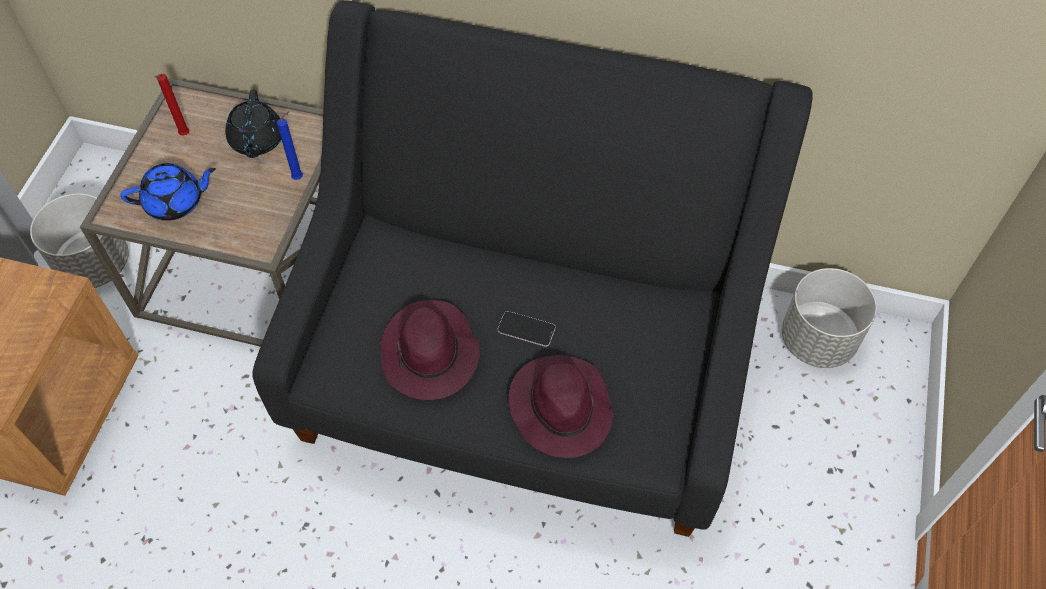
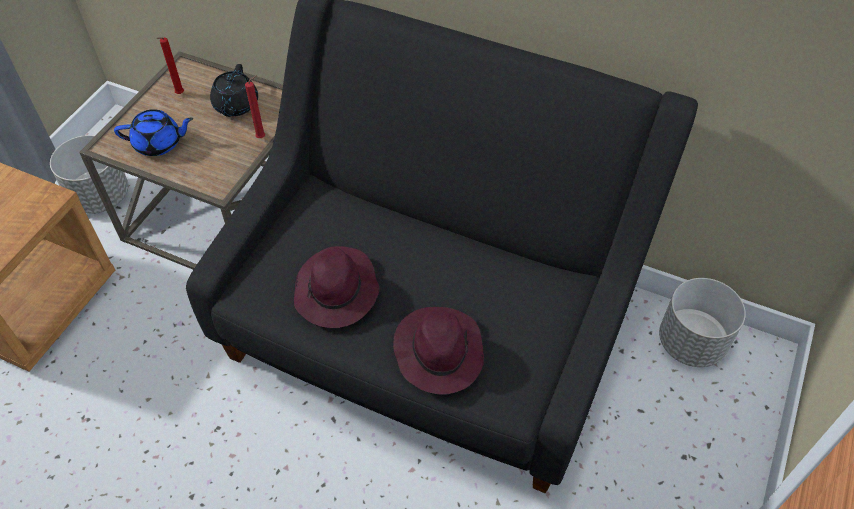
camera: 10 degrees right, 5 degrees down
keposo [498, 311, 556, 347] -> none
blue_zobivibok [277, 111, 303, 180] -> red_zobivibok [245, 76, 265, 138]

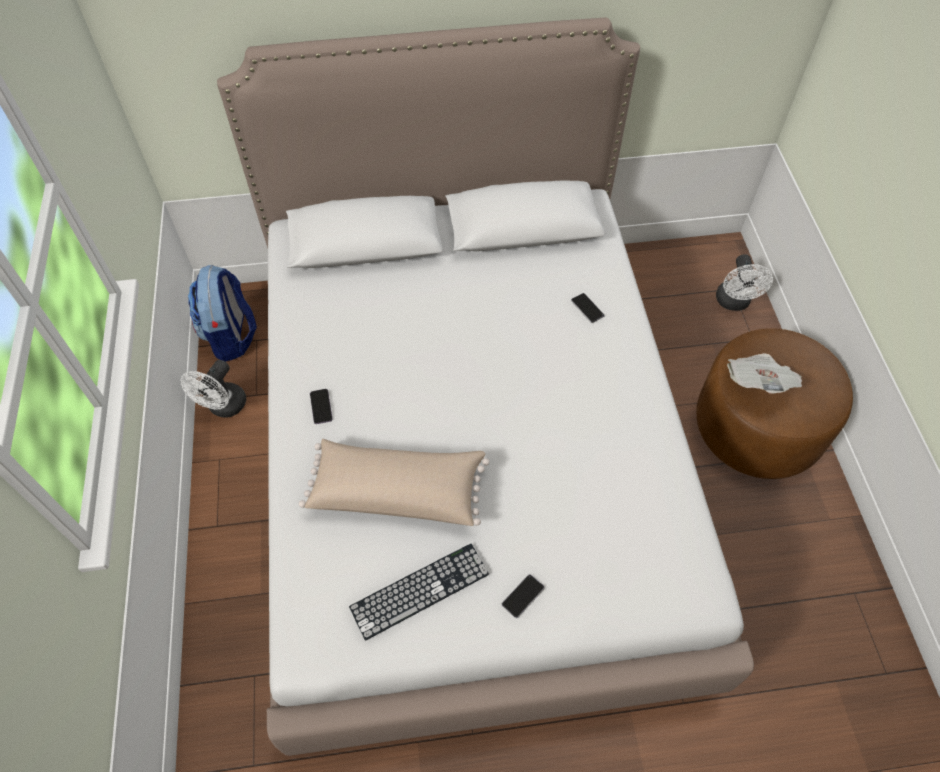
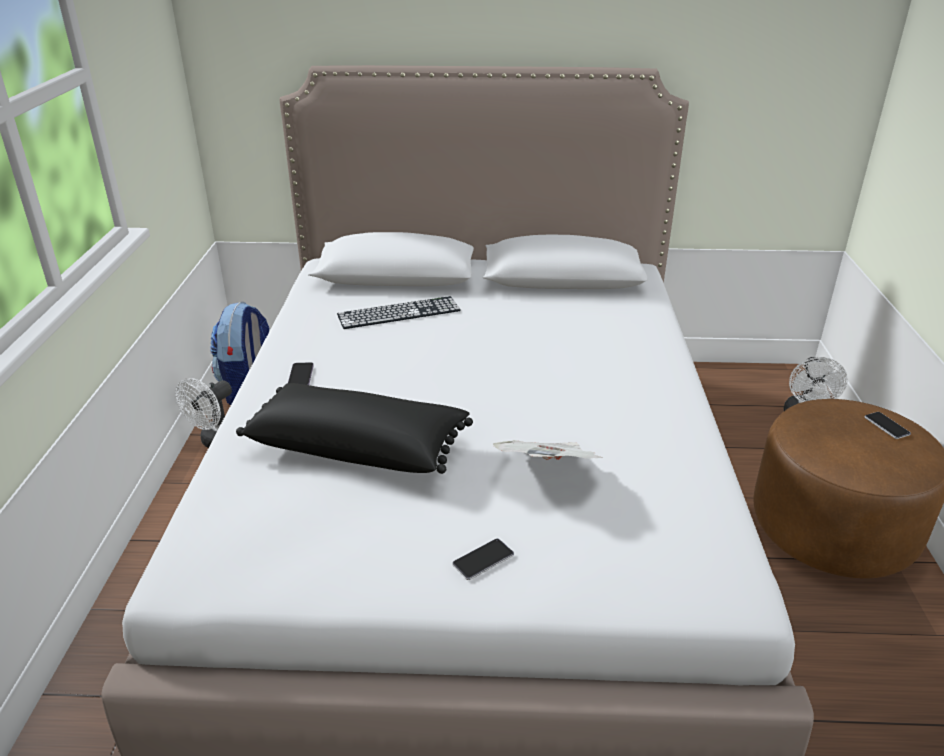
camera: 10 degrees right, 25 degrees down
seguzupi [349, 544, 489, 641] -> seguzupi [337, 296, 461, 329], moved
keposo [571, 293, 605, 323] -> keposo [865, 412, 911, 439], moved
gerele [727, 353, 802, 393] -> gerele [493, 440, 602, 460], moved
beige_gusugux [299, 439, 490, 526] -> black_gusugux [236, 383, 473, 474]

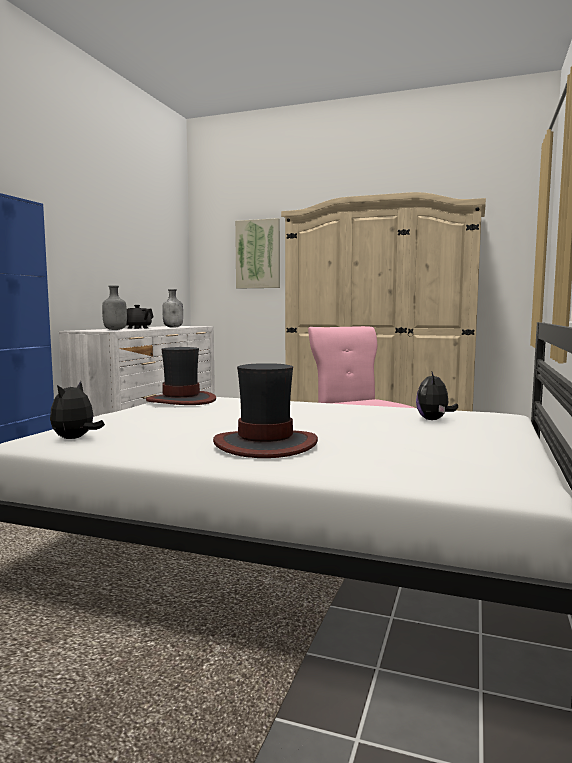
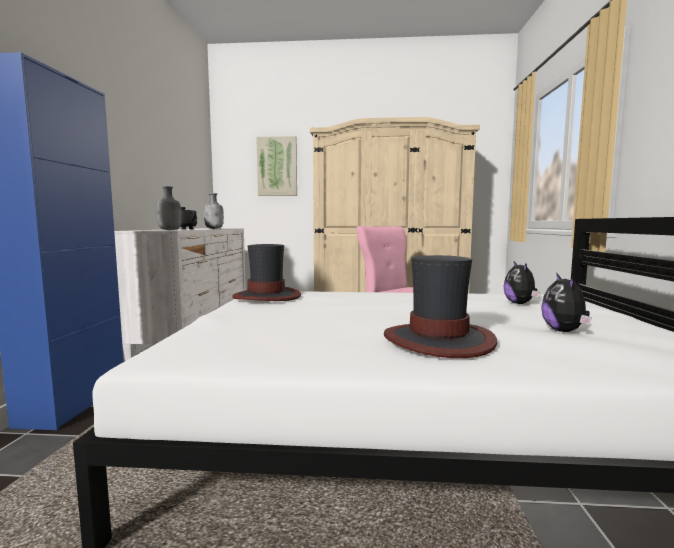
camera: 15 degrees left, 0 degrees up
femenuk [50, 381, 105, 439] -> femenuk [541, 272, 592, 332], moved

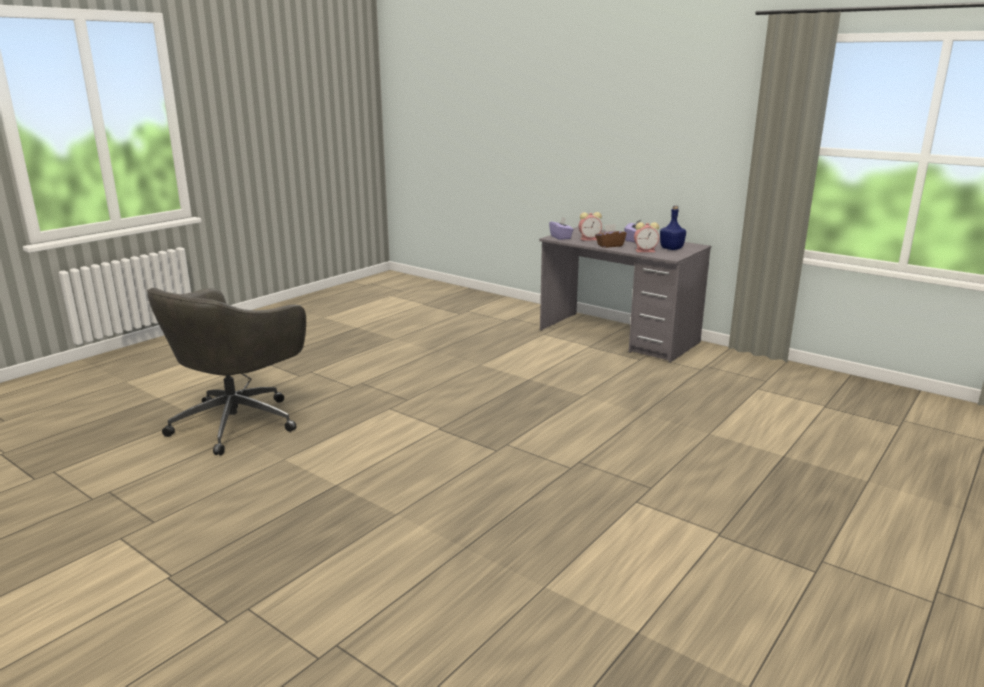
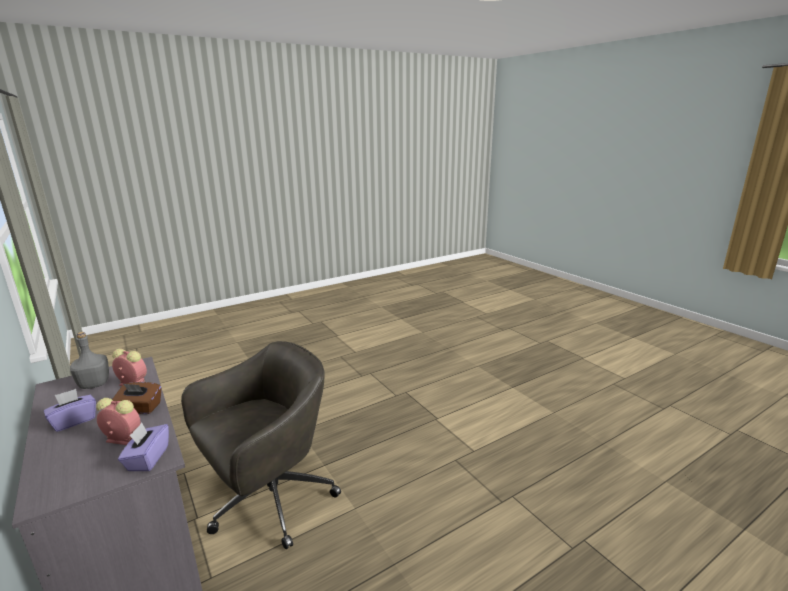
camera: 160 degrees left, 0 degrees up
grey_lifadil [147, 288, 306, 455] -> grey_lifadil [181, 341, 341, 549], moved
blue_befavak [660, 205, 686, 250] -> grey_befavak [70, 332, 109, 389]

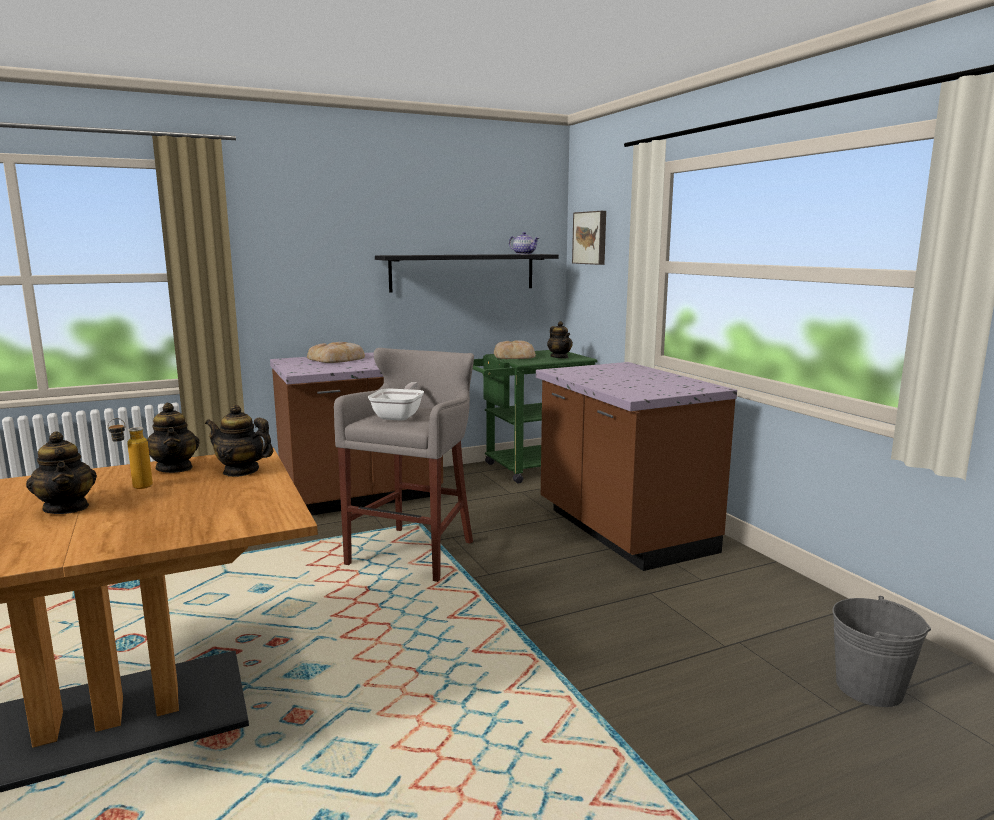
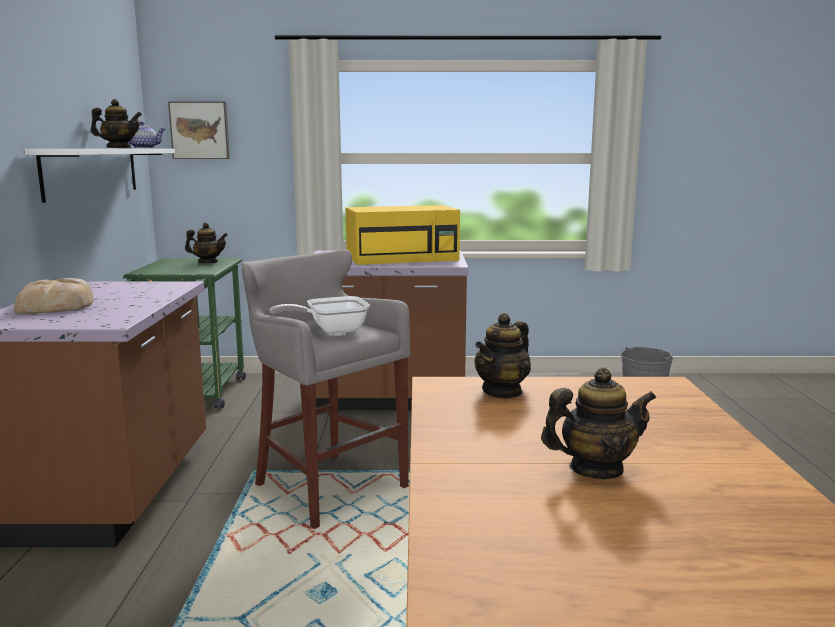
camera: 65 degrees left, 0 degrees up
befavak [107, 418, 153, 489] -> none
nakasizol [494, 340, 536, 359] -> none
none -> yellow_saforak [346, 205, 460, 265]
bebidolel [147, 403, 200, 473] -> bebidolel [91, 99, 142, 148], moved
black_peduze [375, 254, 559, 292] -> white_peduze [24, 149, 175, 203]
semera [368, 382, 424, 421] -> semera [270, 296, 370, 334], 60 degrees counterclockwise

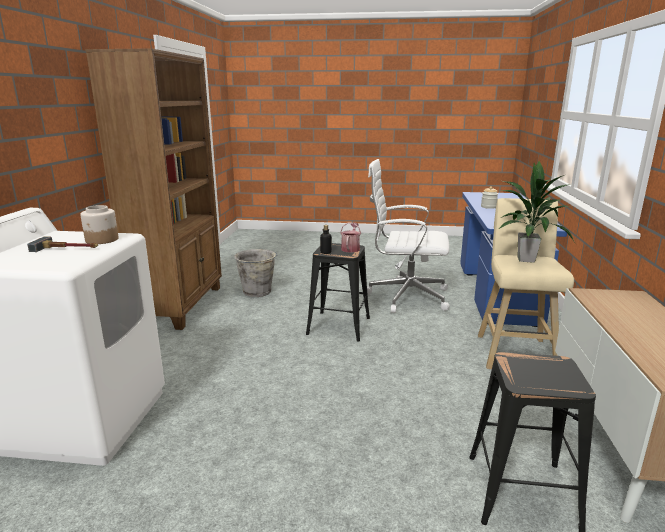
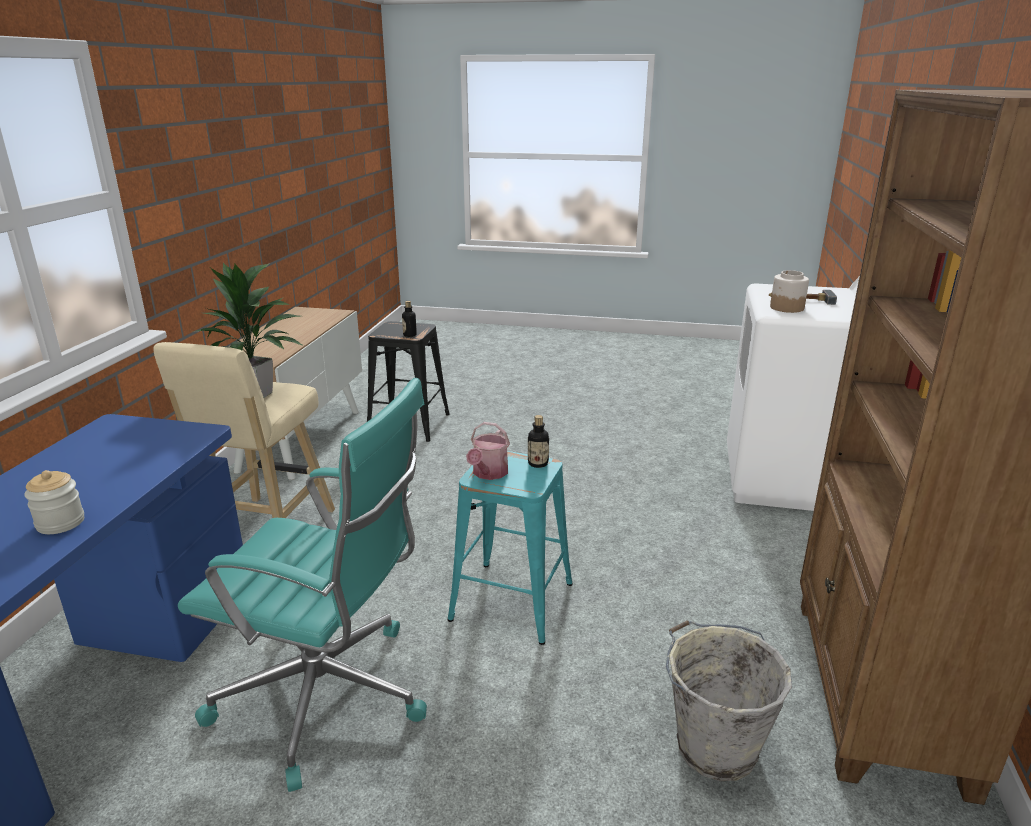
camera: 175 degrees left, 5 degrees up
none -> befavak [402, 301, 417, 337]
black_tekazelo [306, 243, 370, 341] -> turquoise_tekazelo [448, 451, 572, 645]
white_lifadil [367, 159, 450, 313] -> turquoise_lifadil [178, 378, 427, 792]

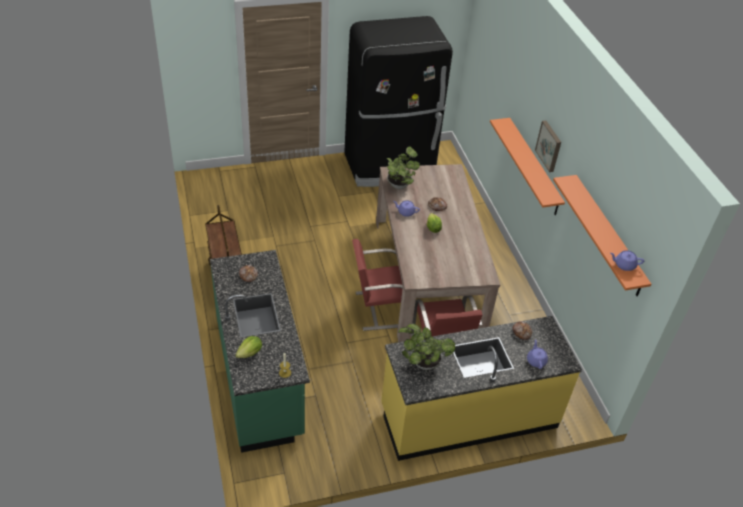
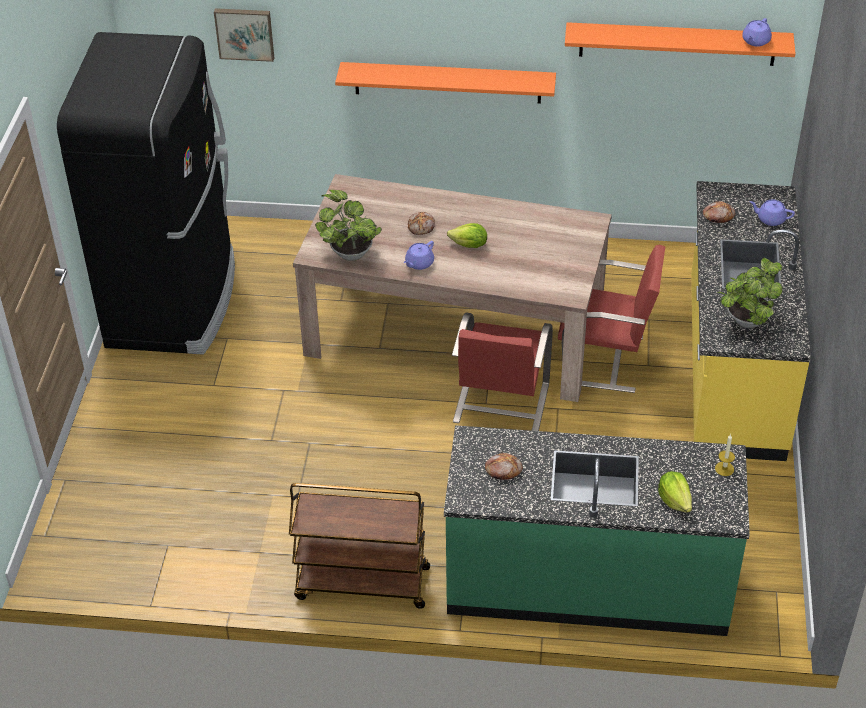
camera: 65 degrees left, 0 degrees up
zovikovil [535, 120, 561, 172] -> zovikovil [214, 8, 274, 62], moved

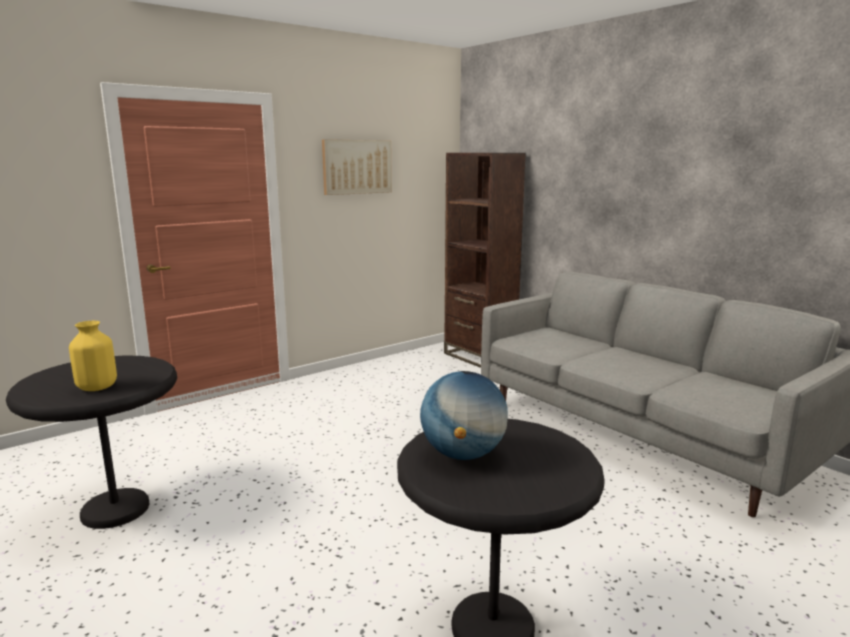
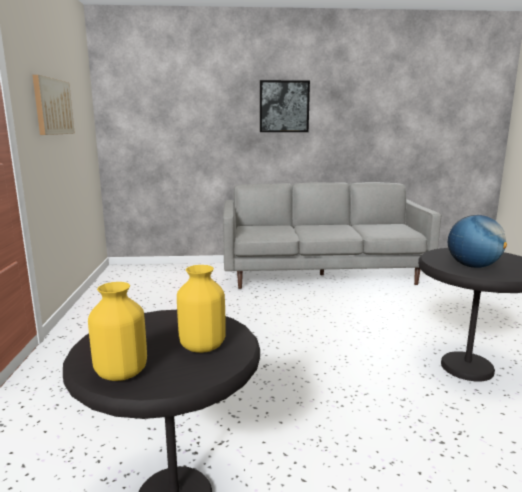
camera: 55 degrees left, 0 degrees up
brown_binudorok [444, 153, 526, 368] -> none
none -> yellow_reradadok [88, 282, 147, 381]
none -> zovikovil [260, 80, 310, 132]

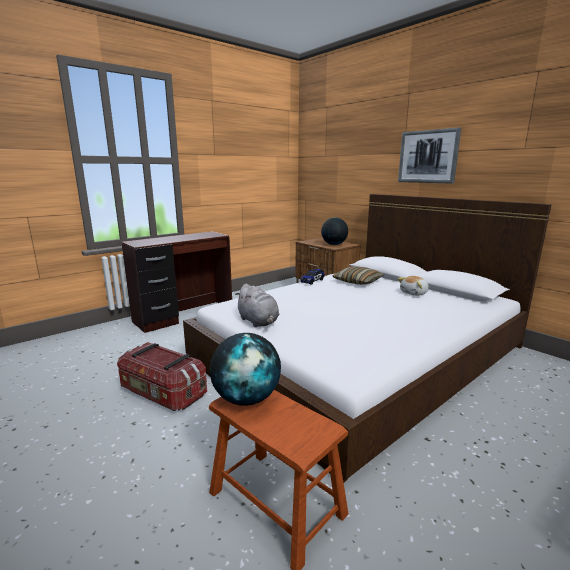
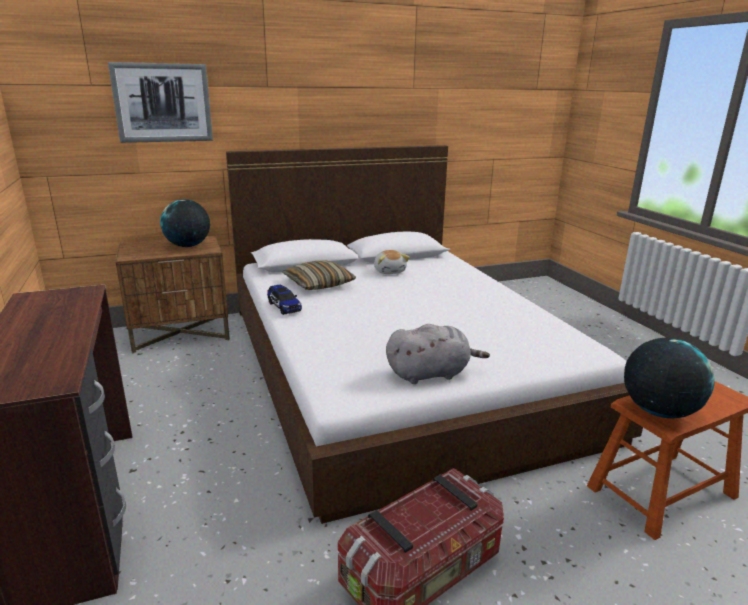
camera: 70 degrees left, 5 degrees up
zovikovil [398, 127, 461, 184] -> zovikovil [108, 62, 213, 143], moved

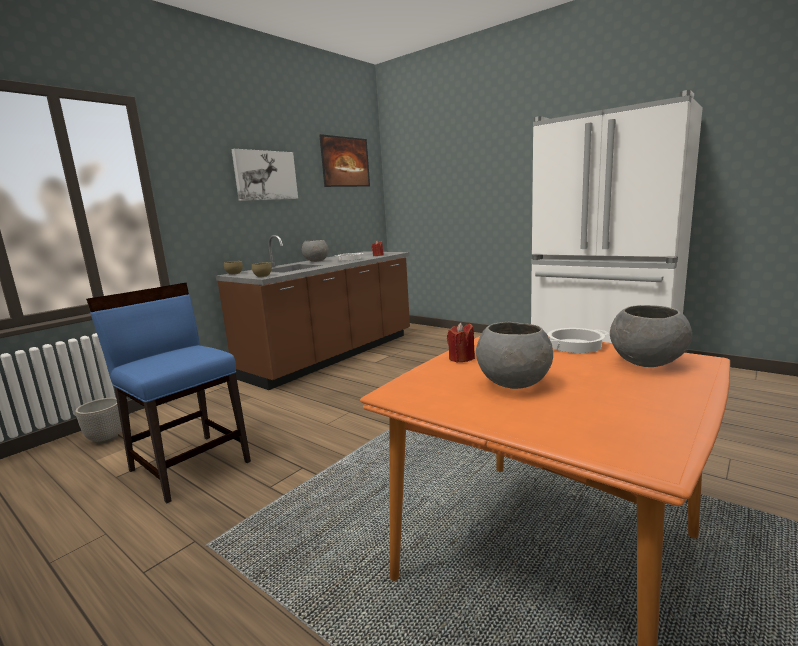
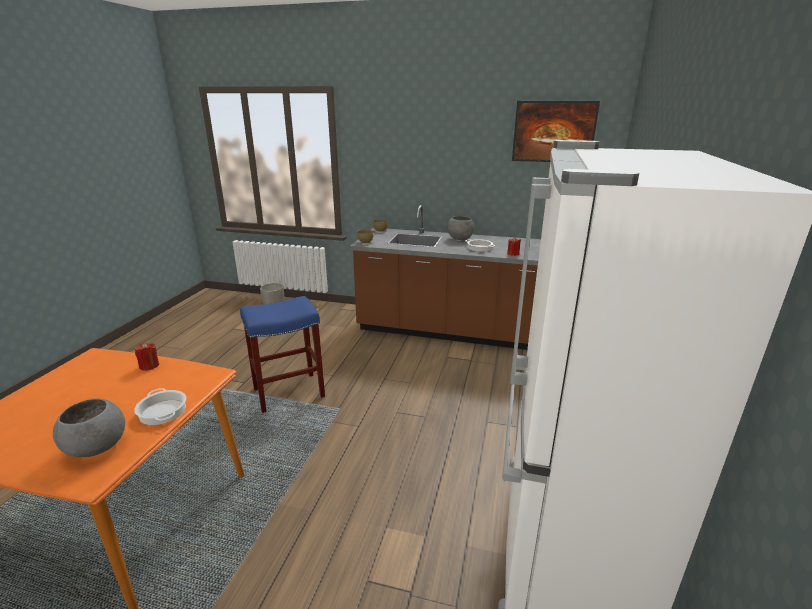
camera: 65 degrees right, 10 degrees up
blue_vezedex [86, 283, 251, 503] -> none
zovikovil [231, 149, 298, 201] -> none
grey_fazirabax [476, 322, 553, 389] -> none
none -> blue_tekazelo [240, 296, 325, 413]

